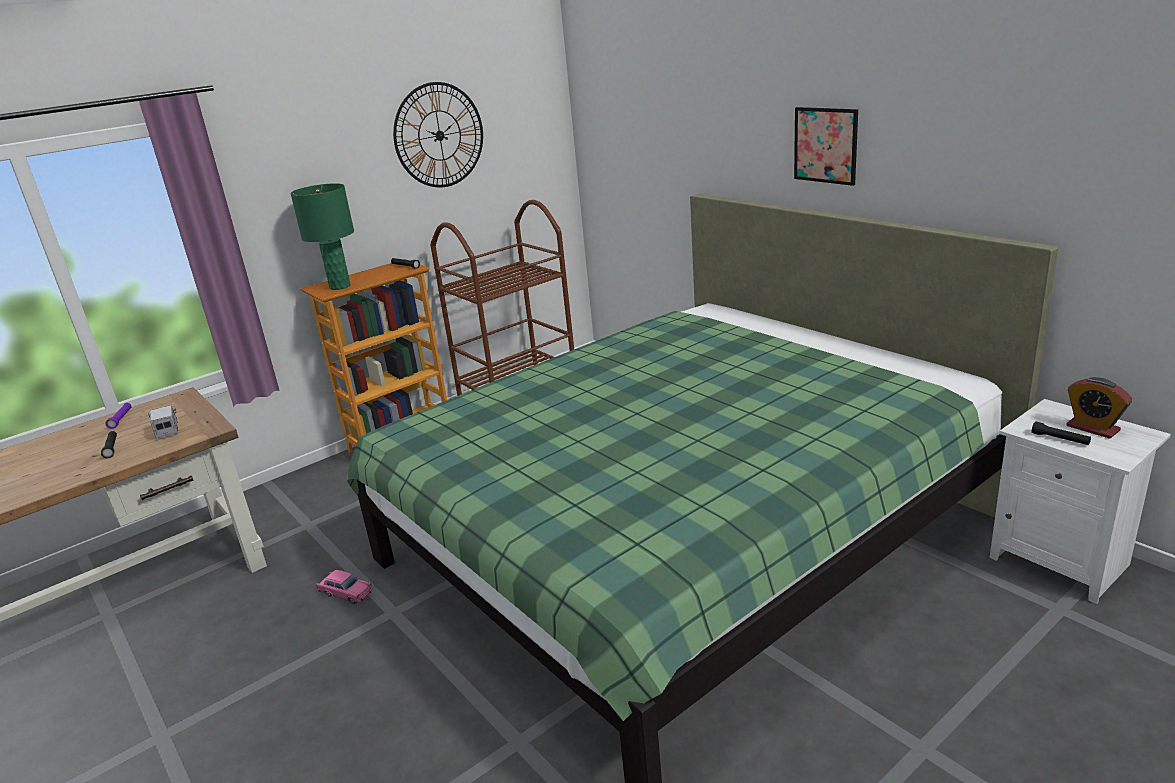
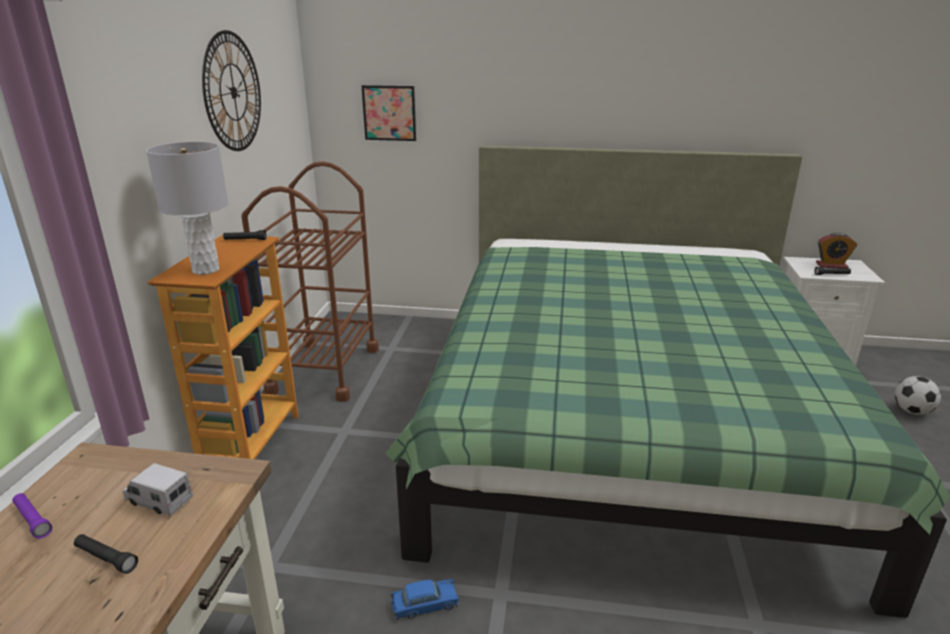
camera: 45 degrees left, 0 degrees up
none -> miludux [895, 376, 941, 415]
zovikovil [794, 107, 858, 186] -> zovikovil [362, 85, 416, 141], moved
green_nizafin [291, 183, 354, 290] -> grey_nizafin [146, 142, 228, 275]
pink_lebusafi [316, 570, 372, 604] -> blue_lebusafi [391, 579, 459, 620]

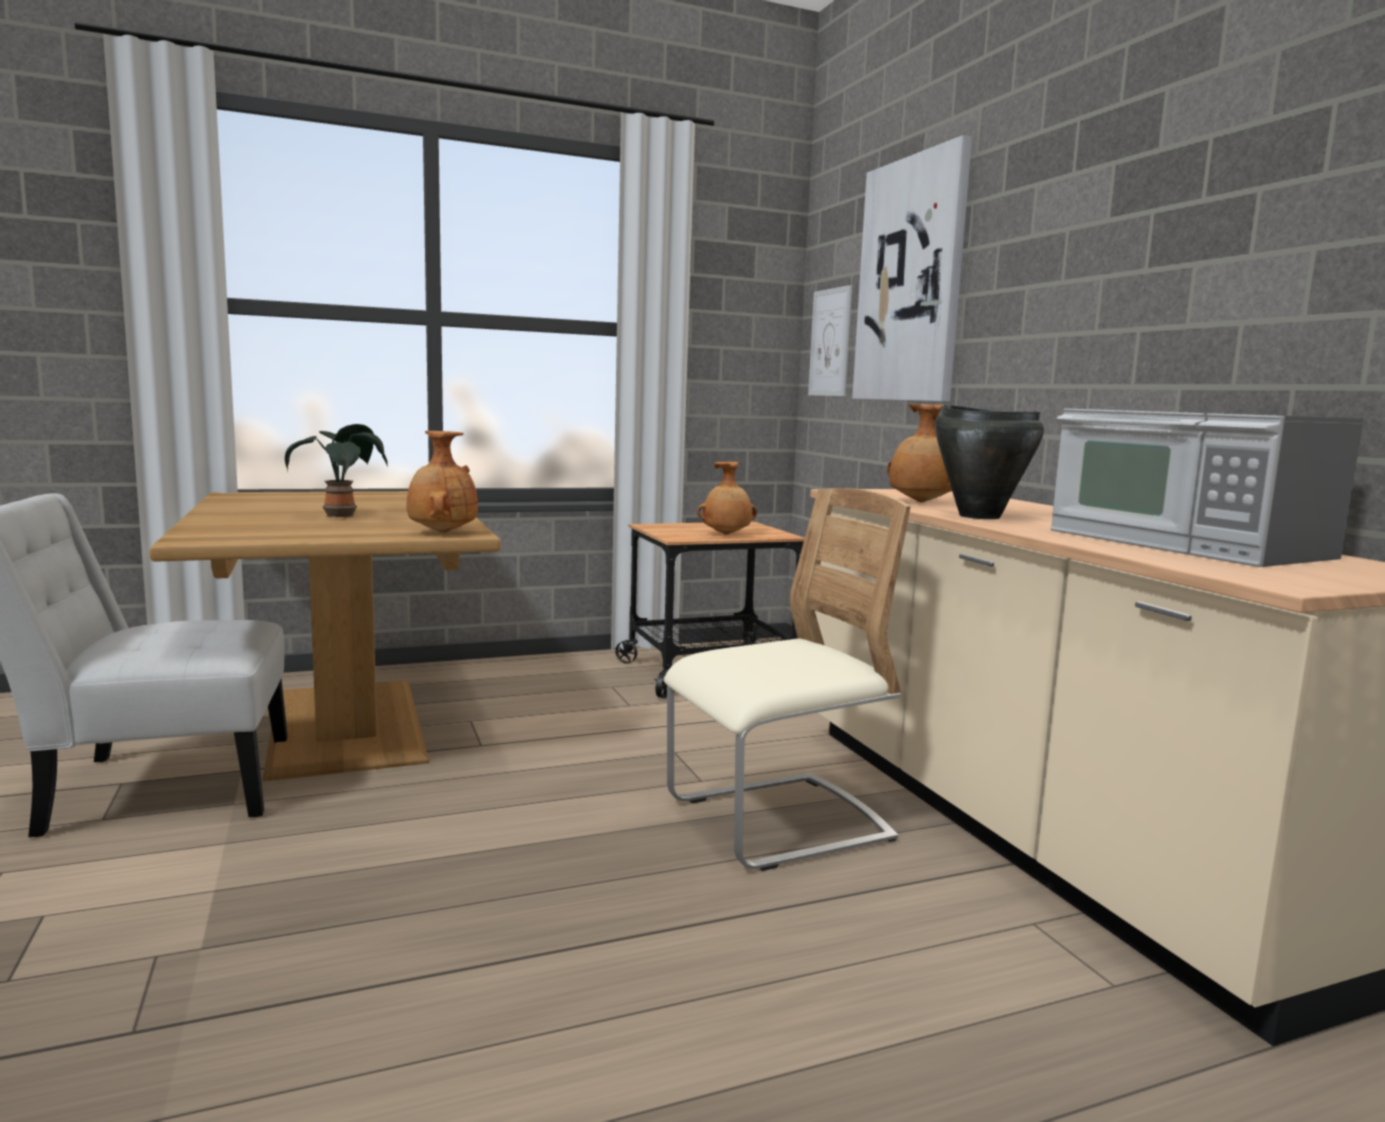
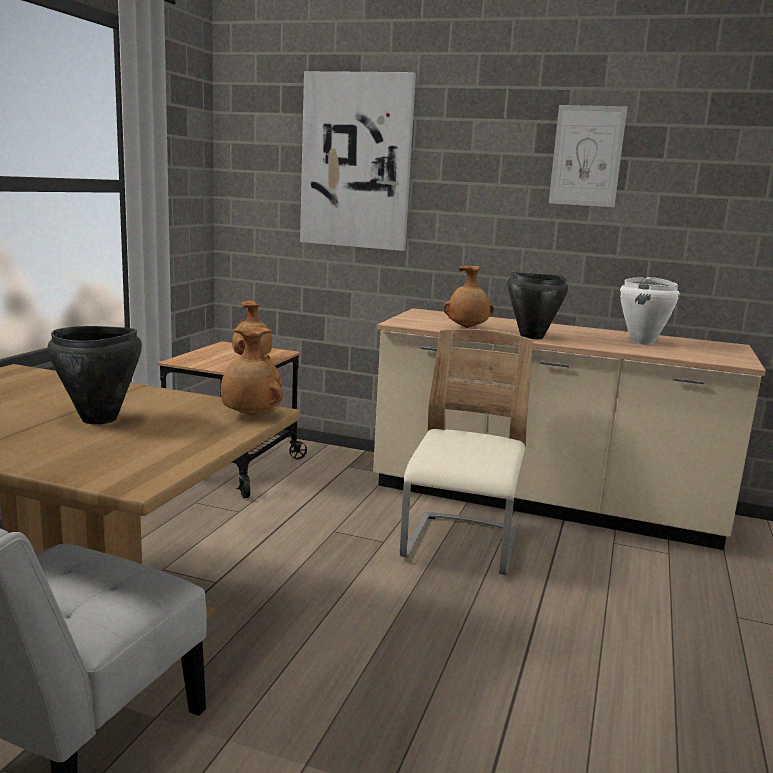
camera: 50 degrees left, 5 degrees up
zovikovil [808, 285, 852, 396] -> zovikovil [549, 105, 627, 207], moved
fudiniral [285, 424, 388, 517] -> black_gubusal [47, 326, 142, 424]
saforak [1050, 408, 1364, 567] -> white_gubusal [620, 277, 680, 345]

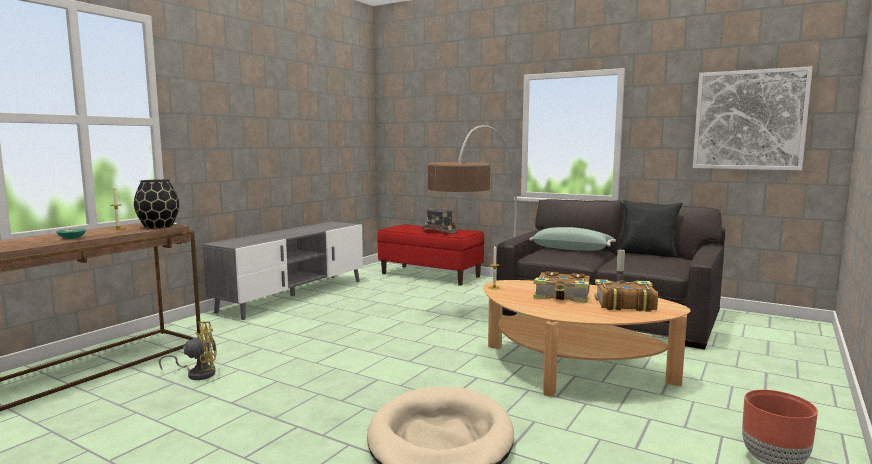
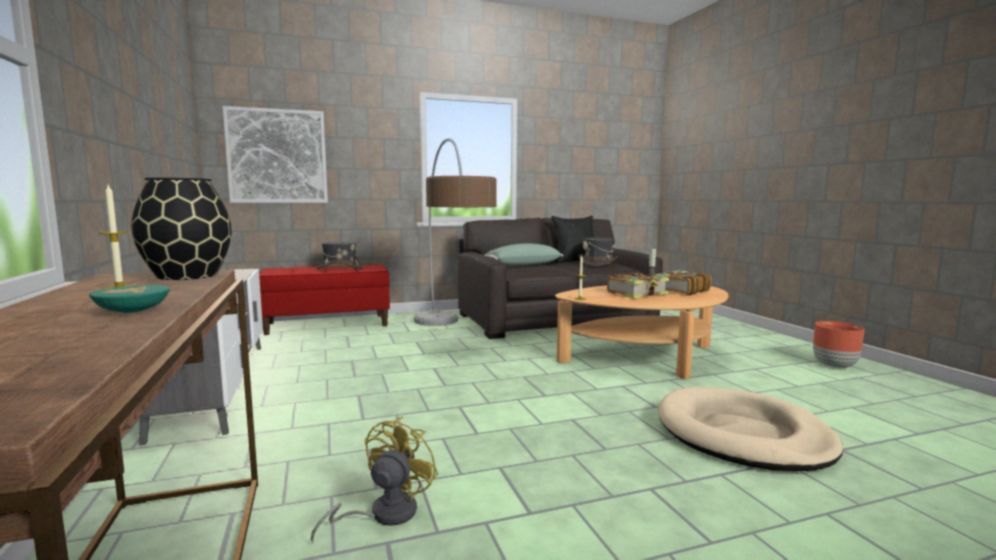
camera: 50 degrees left, 0 degrees up
none -> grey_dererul [579, 237, 618, 267]
zovikovil [693, 66, 813, 170] -> zovikovil [223, 106, 328, 203], moved

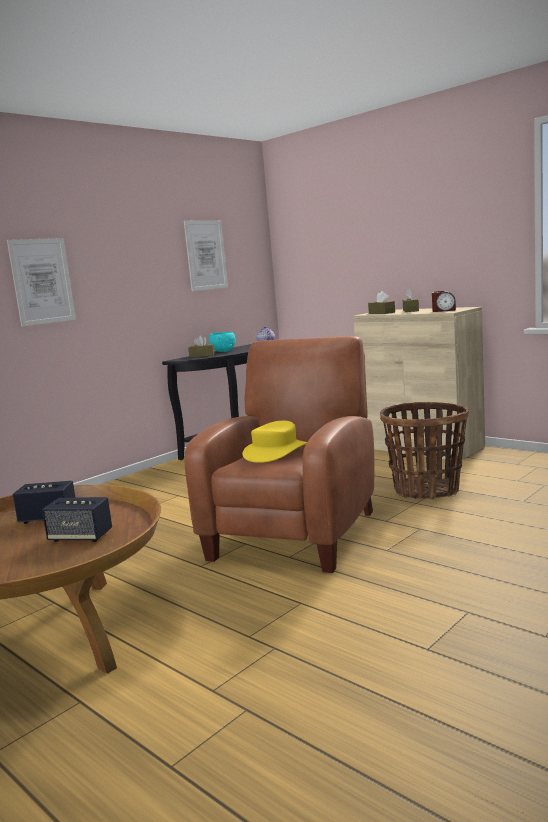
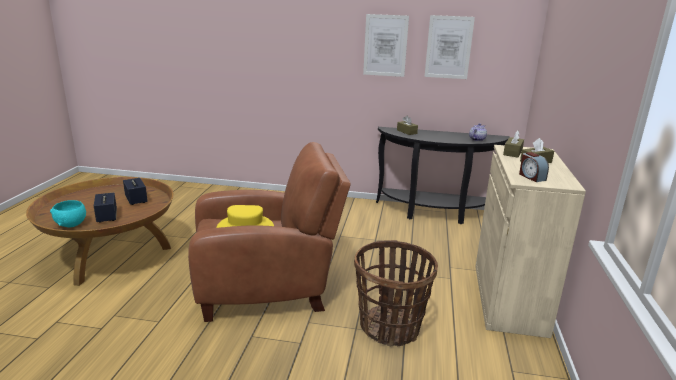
camera: 55 degrees right, 10 degrees up
zovikovil [7, 238, 76, 327] -> zovikovil [363, 14, 409, 77], moved
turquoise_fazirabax [209, 332, 236, 352] -> turquoise_fazirabax [50, 200, 86, 227], moved

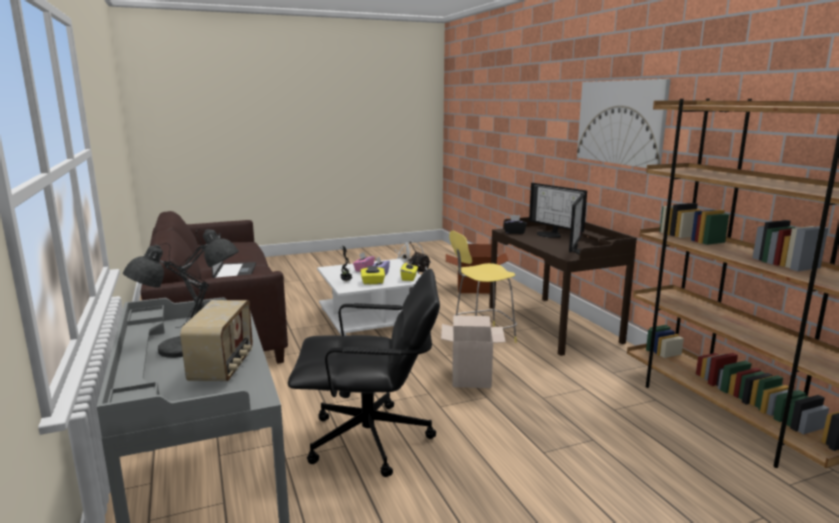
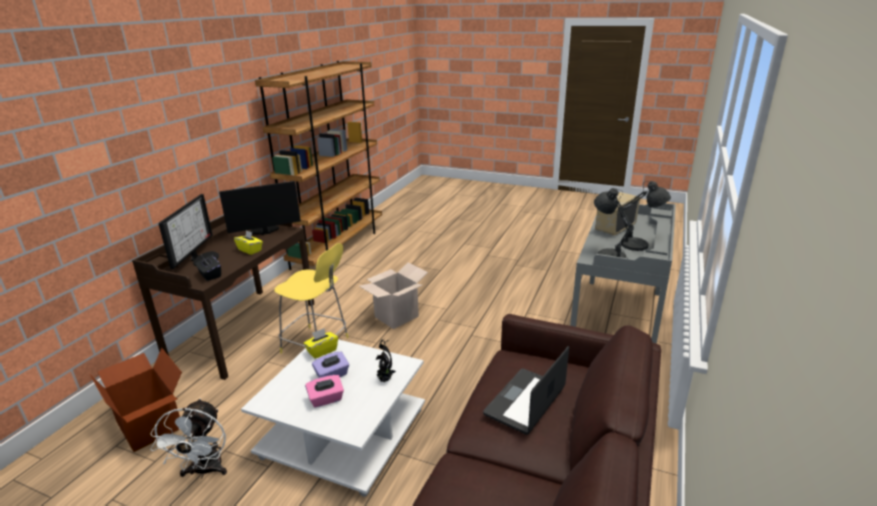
camera: 135 degrees left, 10 degrees up
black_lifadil [288, 269, 440, 477] -> none
zovikovil [577, 79, 671, 168] -> none
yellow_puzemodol [360, 266, 385, 285] -> yellow_puzemodol [234, 230, 263, 255], moved

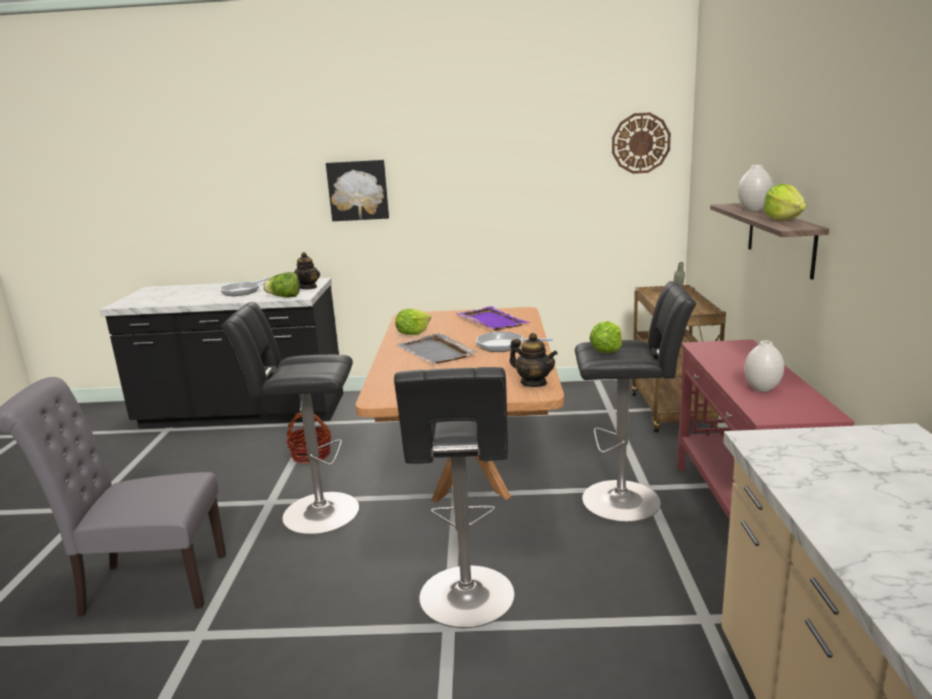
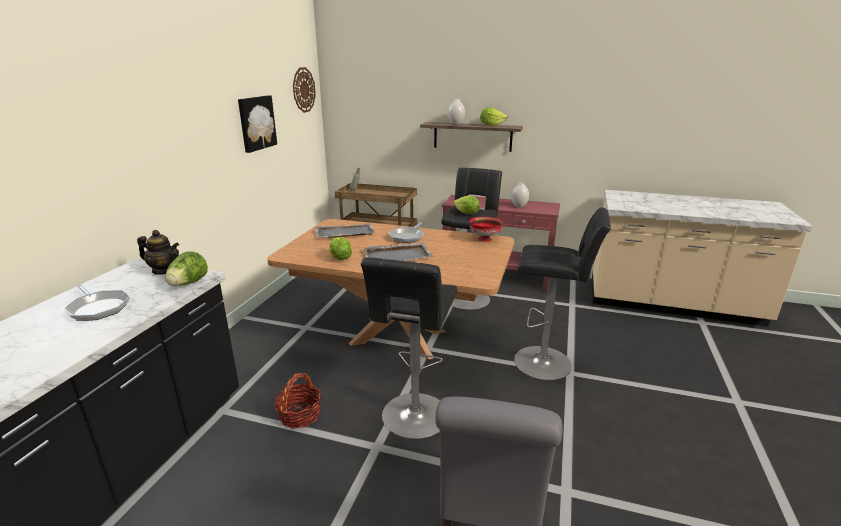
camera: 75 degrees left, 5 degrees up
zovikovil [326, 160, 389, 221] -> zovikovil [238, 95, 277, 153], moved
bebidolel [509, 333, 558, 387] -> red_fazirabax [469, 217, 504, 242]
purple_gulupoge [456, 306, 530, 331] -> grey_gulupoge [315, 223, 375, 238]

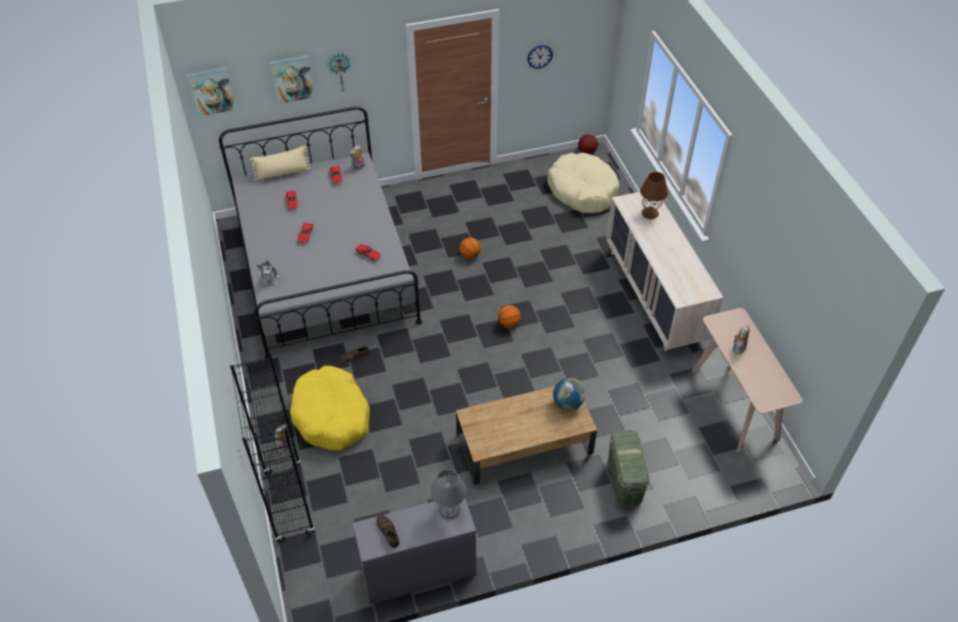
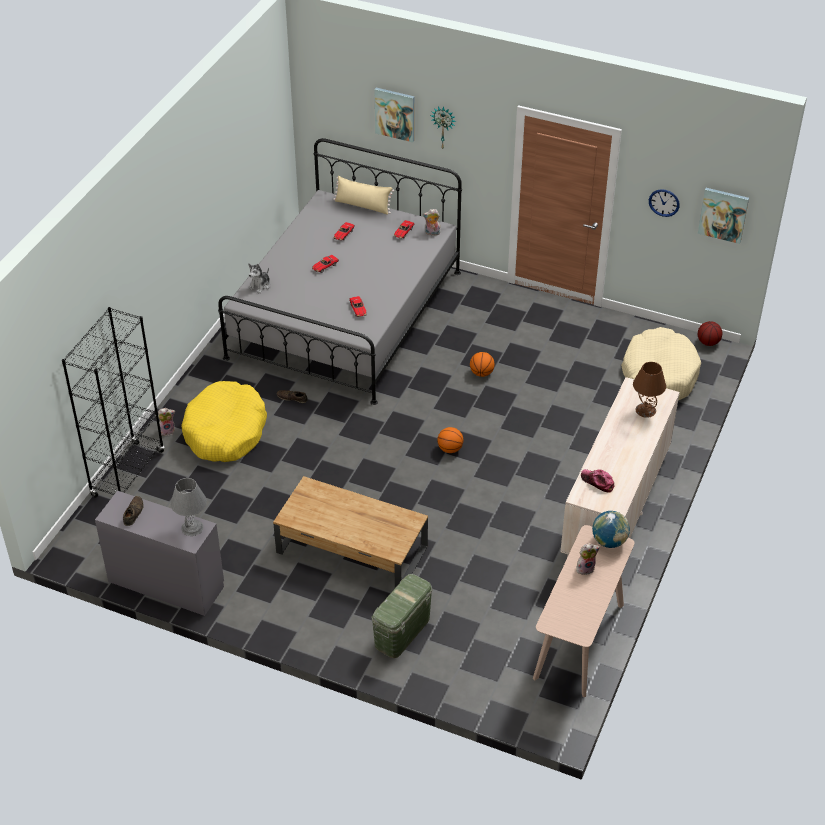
camera: 40 degrees right, 5 degrees down
none -> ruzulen [581, 469, 614, 493]
zovikovil [186, 67, 236, 117] -> zovikovil [698, 188, 749, 244], moved
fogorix [553, 378, 585, 411] -> fogorix [592, 511, 630, 548], moved

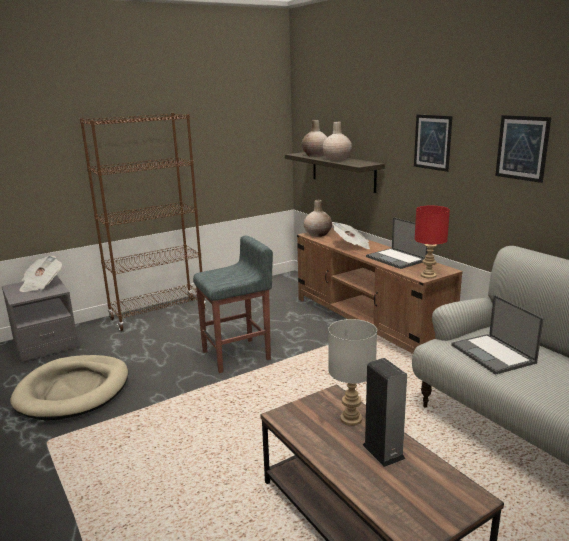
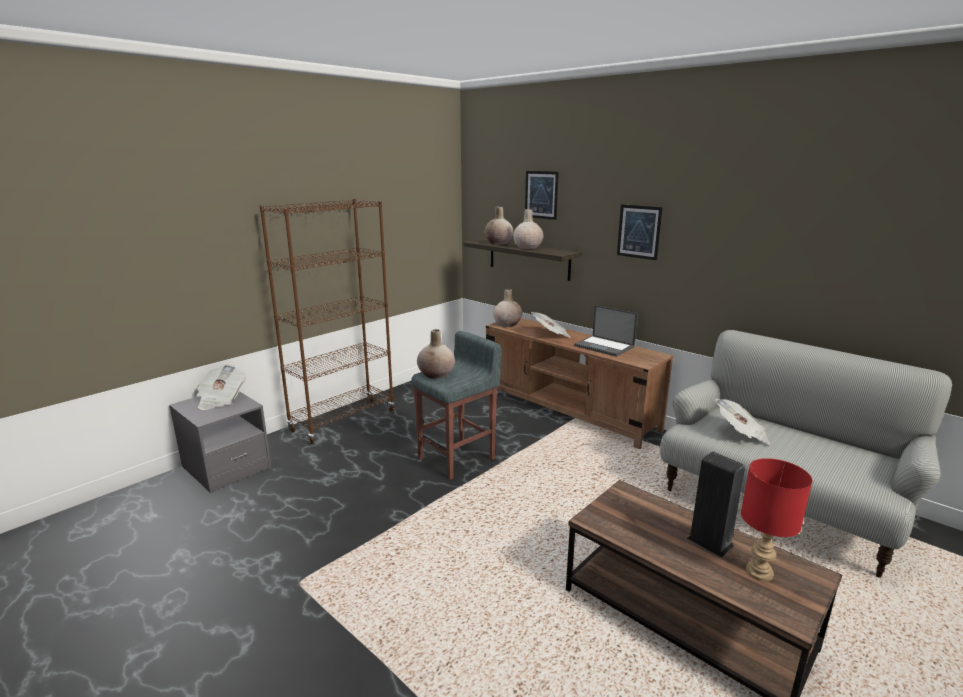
camera: 15 degrees left, 0 degrees up
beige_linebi [10, 355, 128, 421] -> none
grey_nizafin [328, 319, 377, 426] -> none
none -> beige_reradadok [417, 329, 455, 379]
red_nizafin [415, 206, 450, 279] -> red_nizafin [741, 458, 812, 581], moved
zovikovil [495, 115, 551, 183] -> zovikovil [525, 171, 559, 220], moved
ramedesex [451, 295, 544, 375] -> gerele [715, 398, 771, 445]

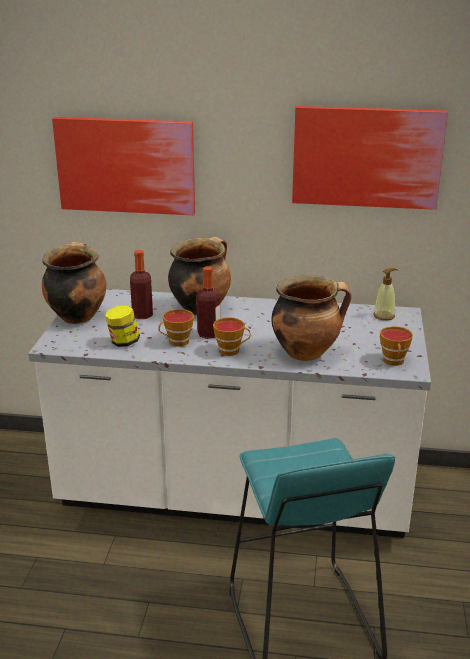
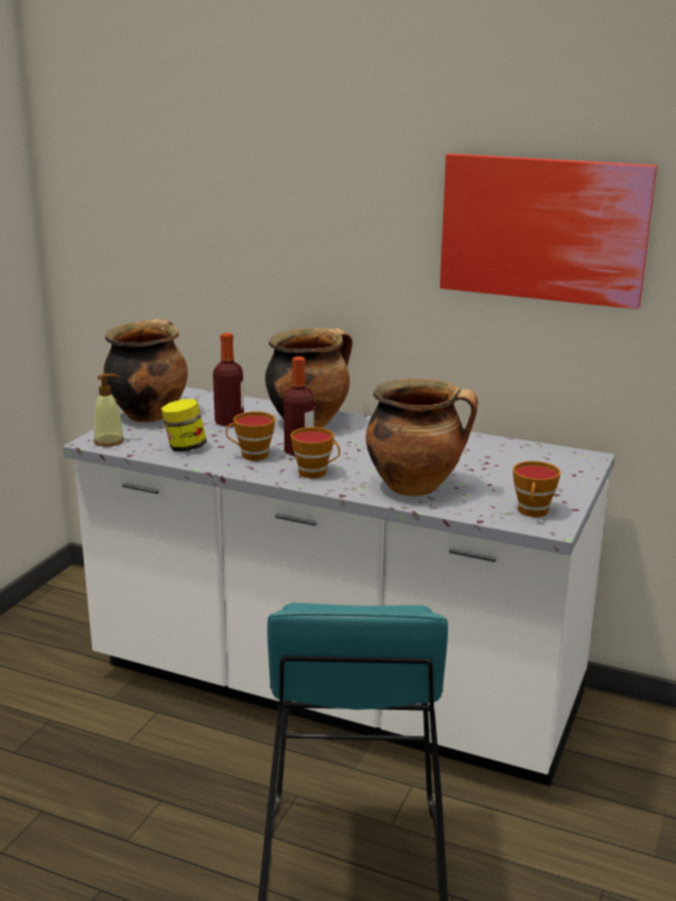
camera: 15 degrees right, 5 degrees down
zovikovil [52, 117, 195, 215] -> none
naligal [373, 268, 398, 320] -> naligal [94, 373, 124, 446], moved

